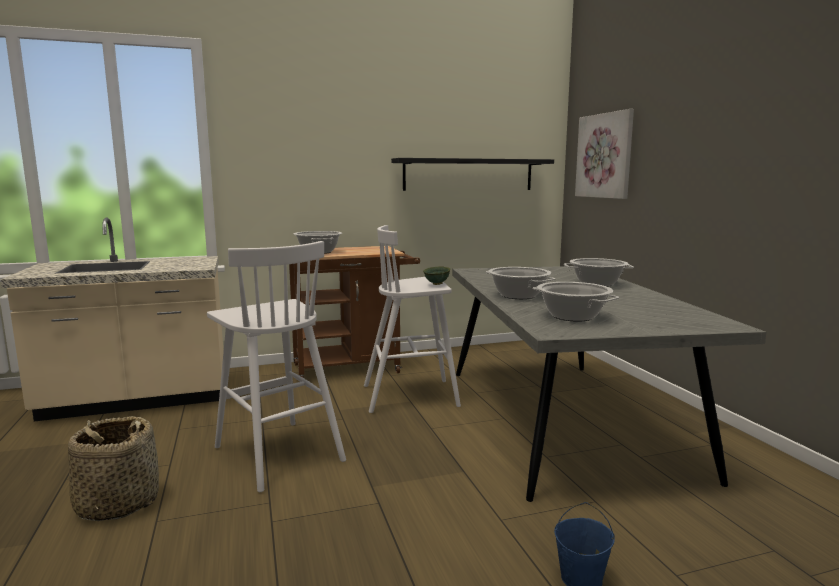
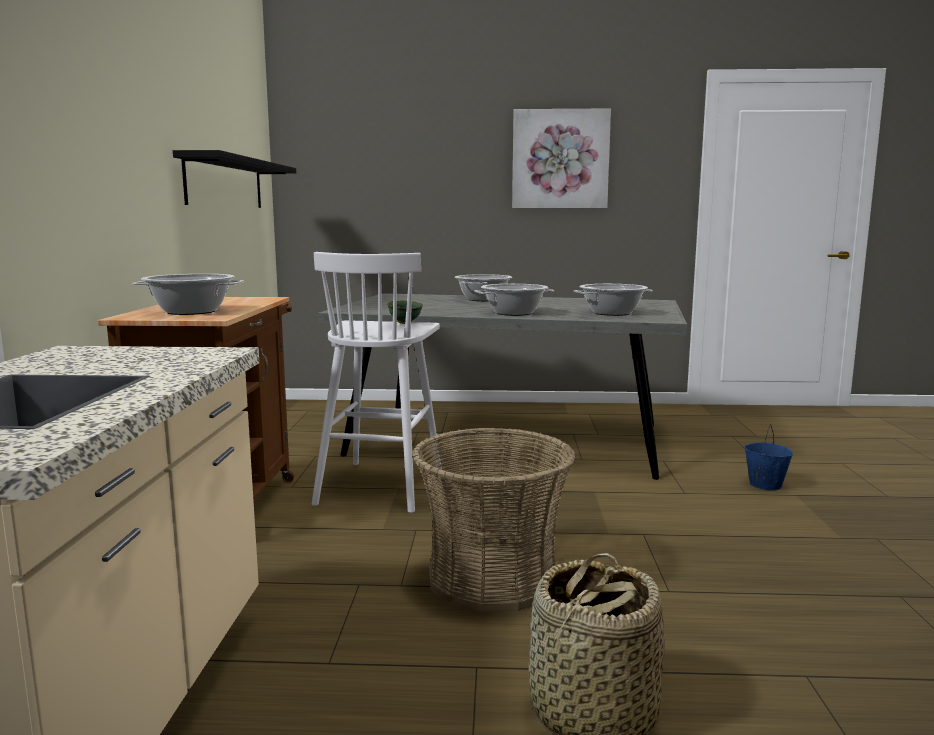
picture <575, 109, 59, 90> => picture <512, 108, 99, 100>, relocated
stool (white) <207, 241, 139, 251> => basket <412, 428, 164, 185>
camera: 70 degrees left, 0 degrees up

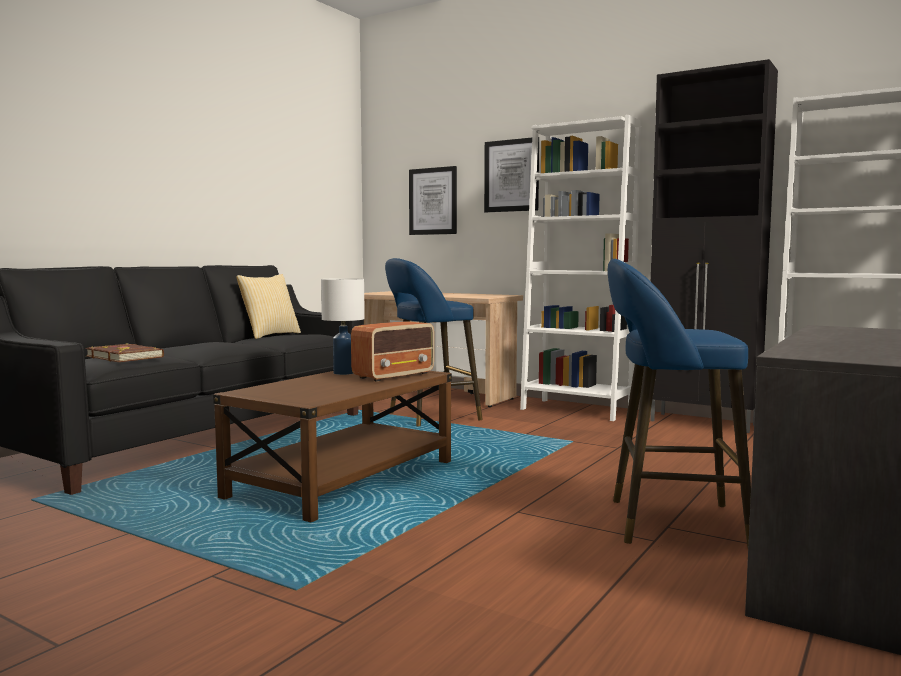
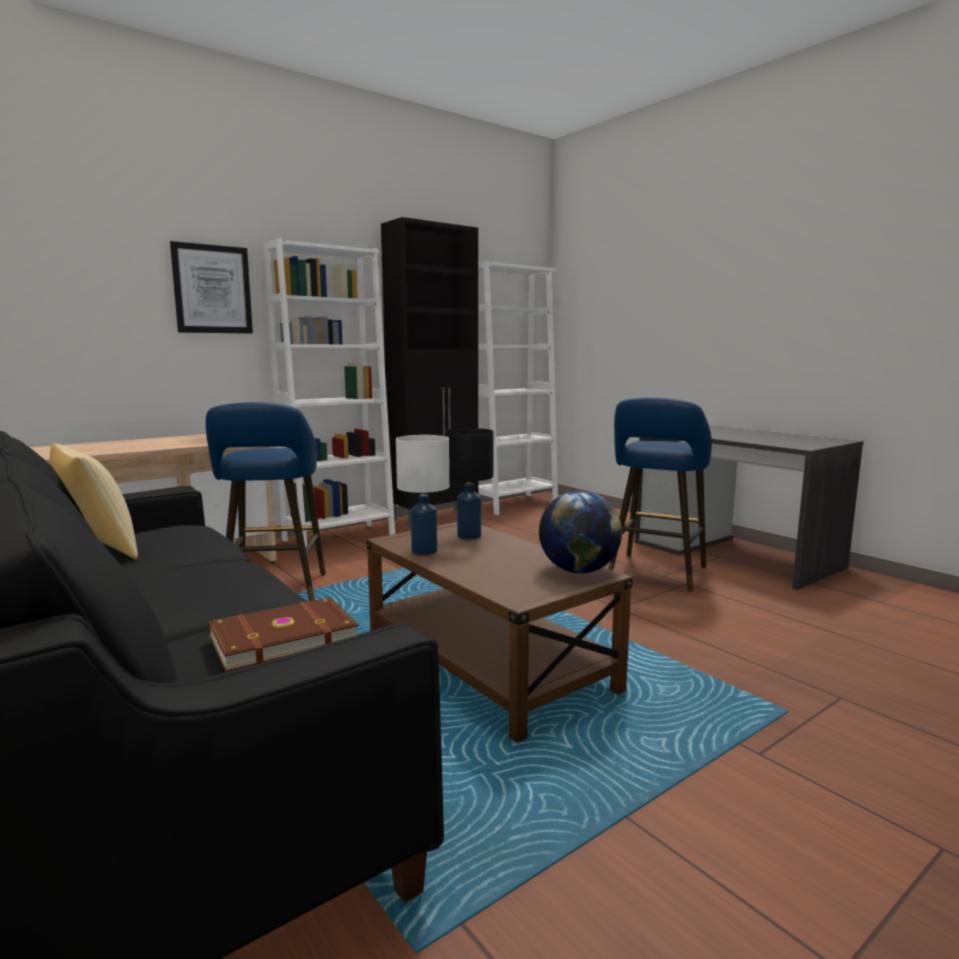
picture <409, 166, 48, 69> => nothing
nothing => globe <539, 491, 83, 82>
radio <351, 321, 83, 61> => table lamp (black) <445, 428, 49, 112>
camera: 70 degrees left, 5 degrees up

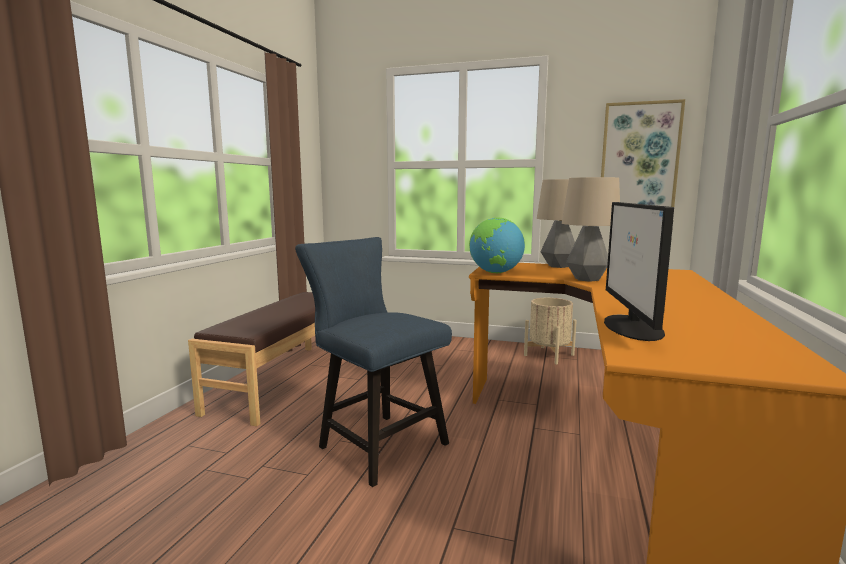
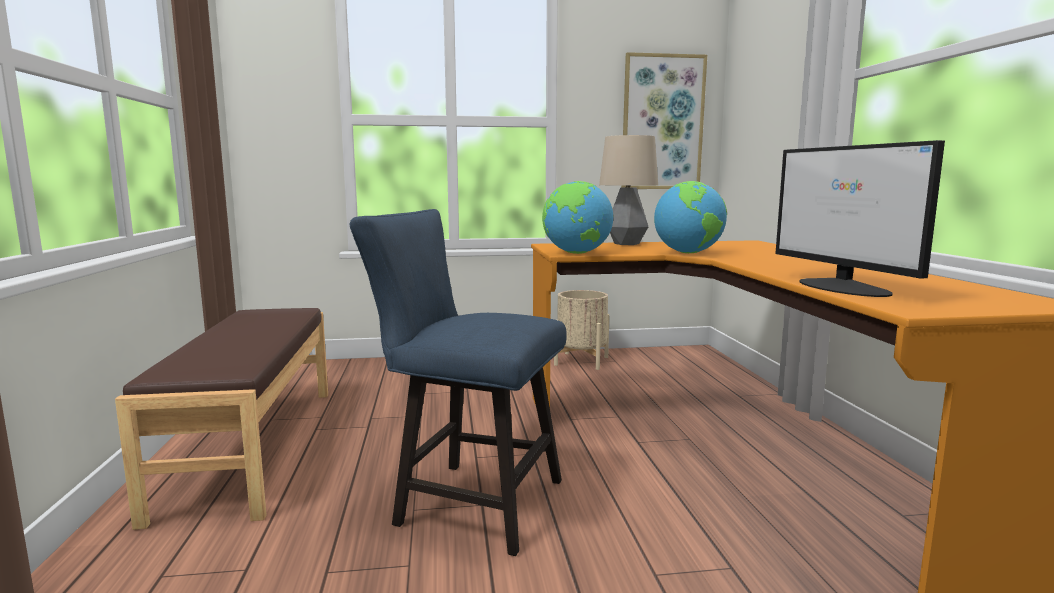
table lamp <562, 177, 58, 105> => globe <654, 181, 73, 72>
camera: 25 degrees left, 0 degrees up

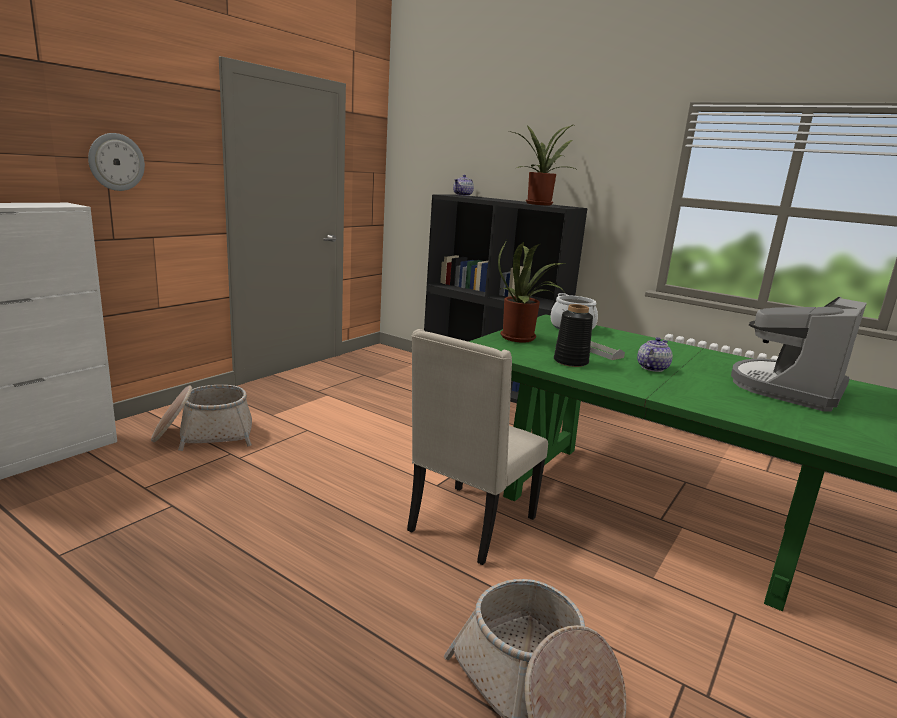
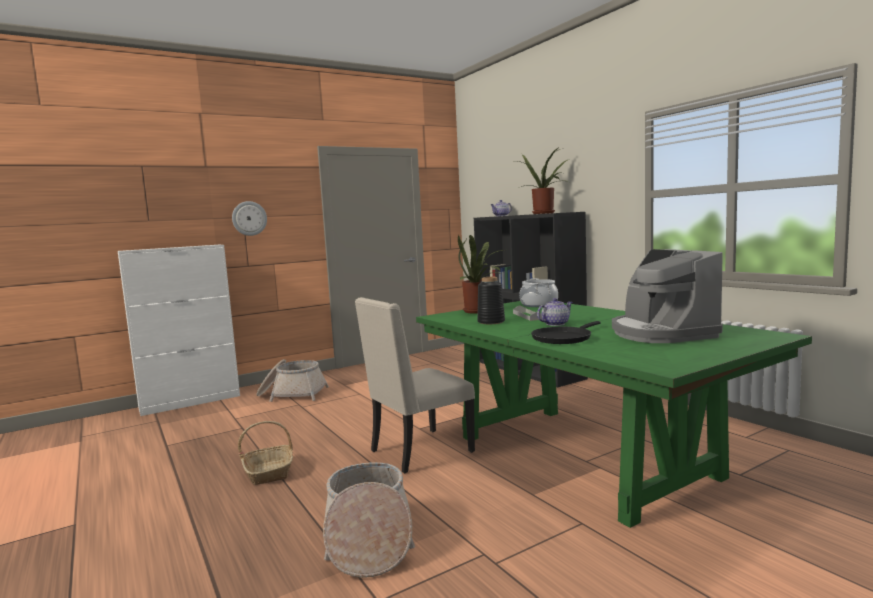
nothing => basket <238, 421, 55, 64>
nothing => frying pan (black) <531, 321, 69, 23>
coffee machine <731, 297, 136, 115> => coffee machine <612, 249, 111, 94>, 75 degrees counterclockwise
camera: 25 degrees right, 10 degrees down

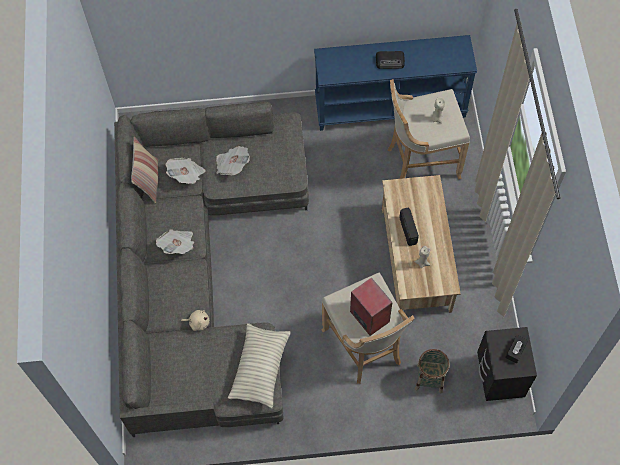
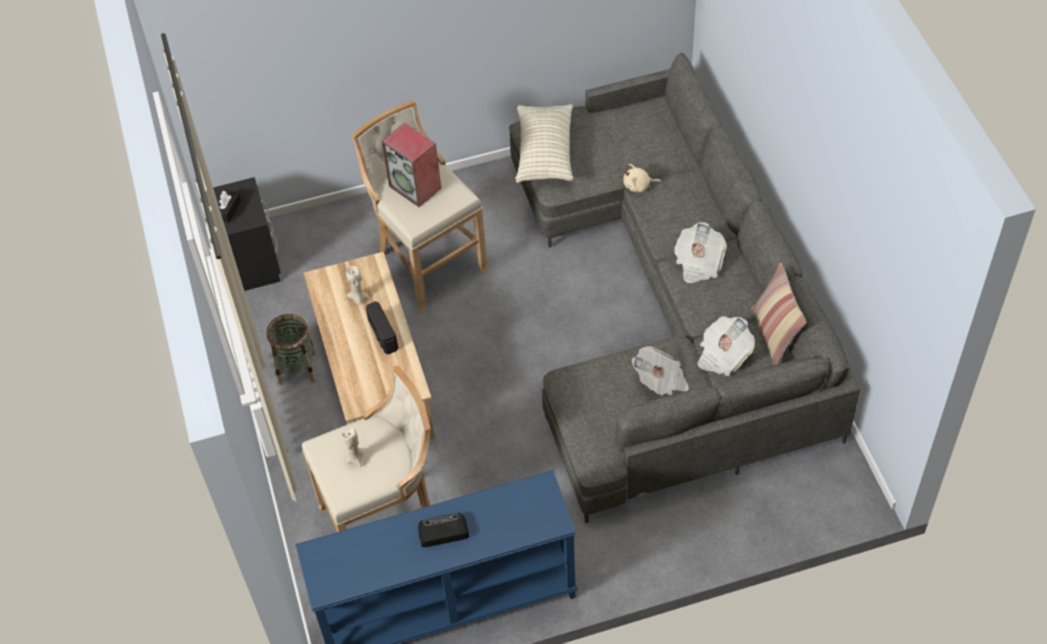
basket <415, 349, 35, 45> => basket <266, 314, 50, 71>, relocated
camera: 170 degrees right, 10 degrees down

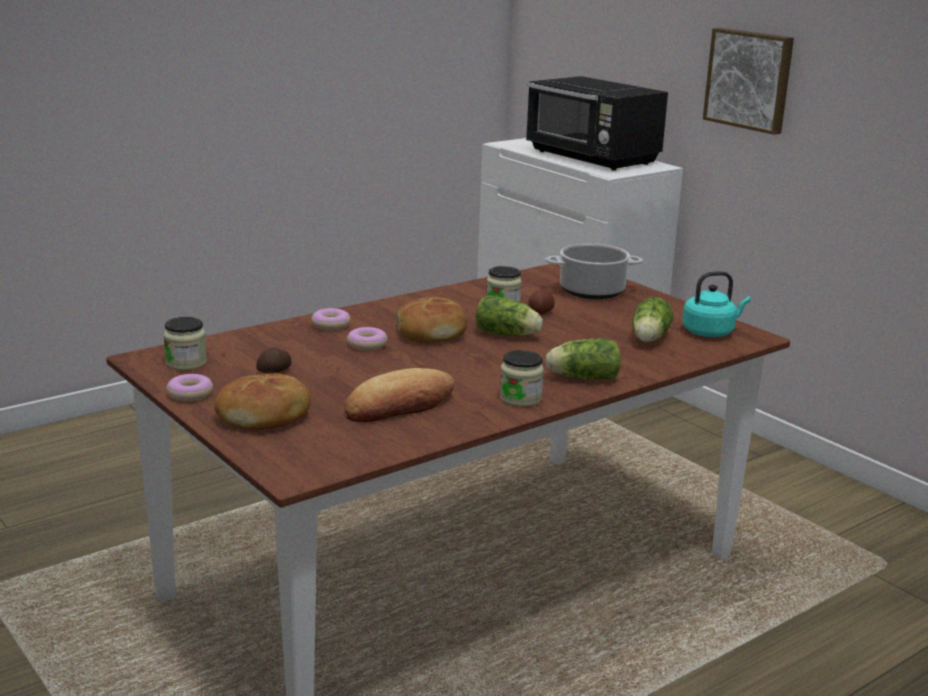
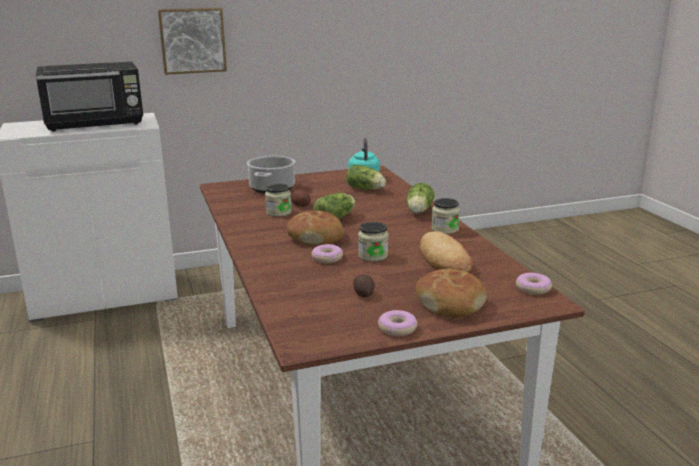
jar <163, 317, 44, 53> => jar <358, 222, 30, 40>, relocated
donut <312, 308, 39, 22> => donut <516, 273, 36, 22>, relocated
camera: 70 degrees left, 0 degrees up

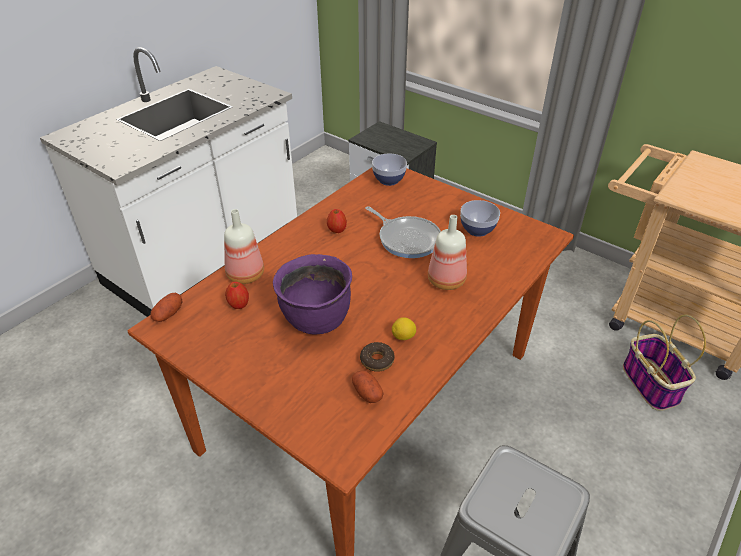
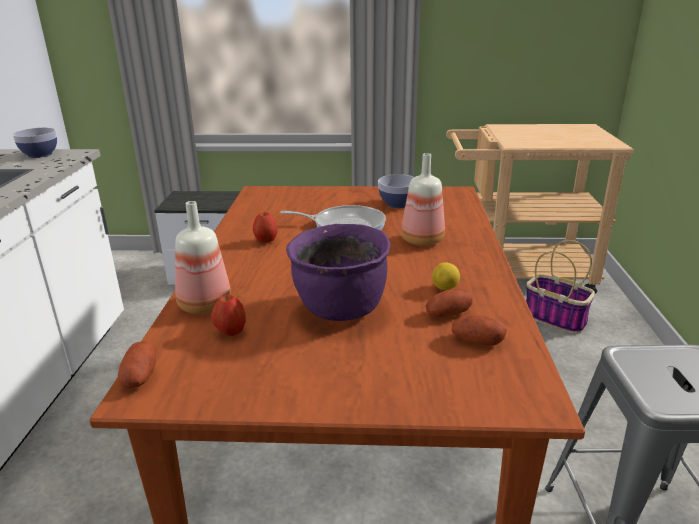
bowl <372, 154, 35, 32> => bowl <12, 127, 45, 31>, relocated
donut <360, 342, 35, 30> => potato <425, 288, 48, 29>
camera: 35 degrees left, 15 degrees down

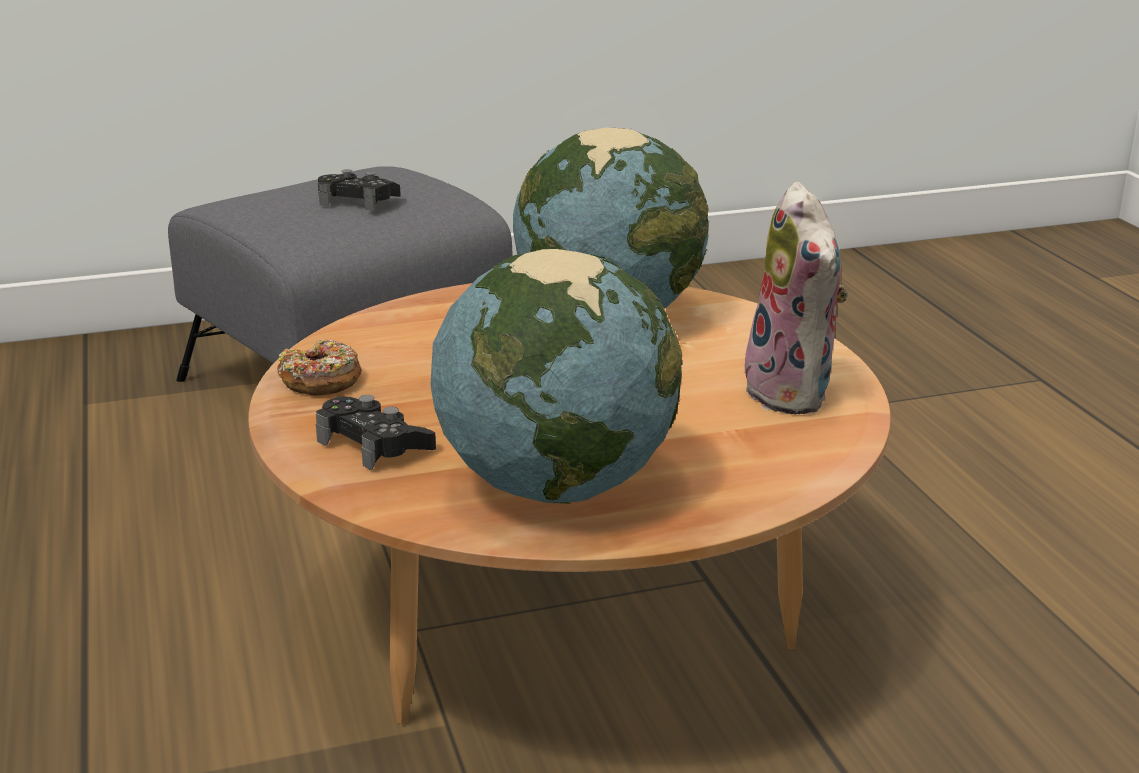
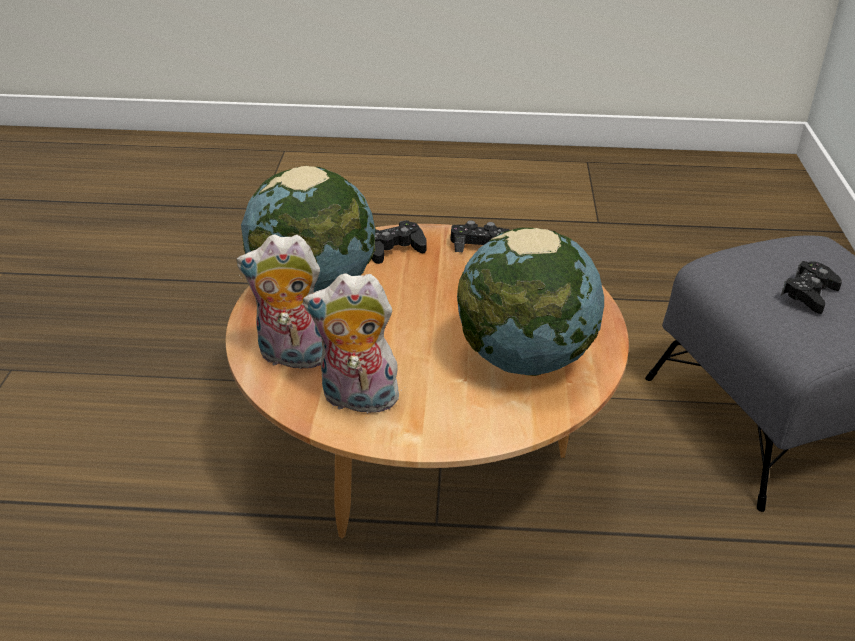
nothing => plush toy <236, 234, 87, 139>
donut <277, 340, 85, 55> => game controller (black) <450, 220, 60, 32>
camera: 110 degrees right, 10 degrees up

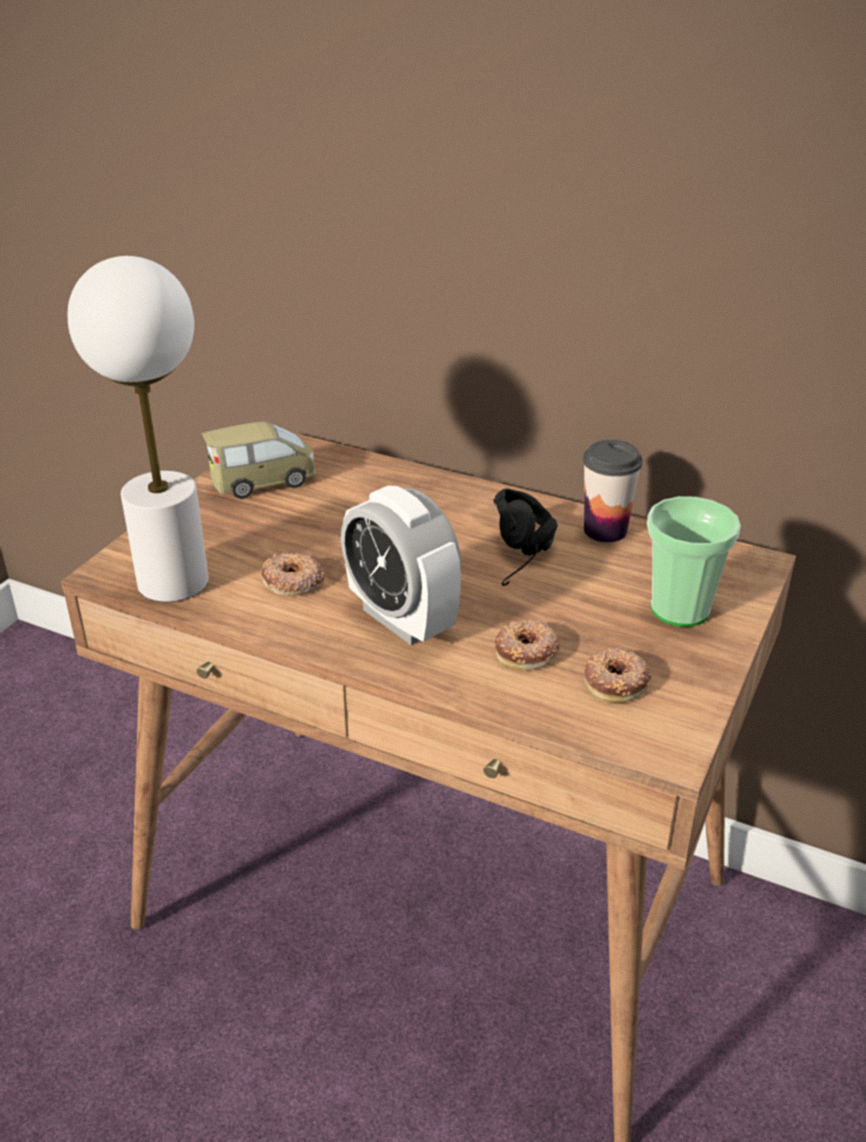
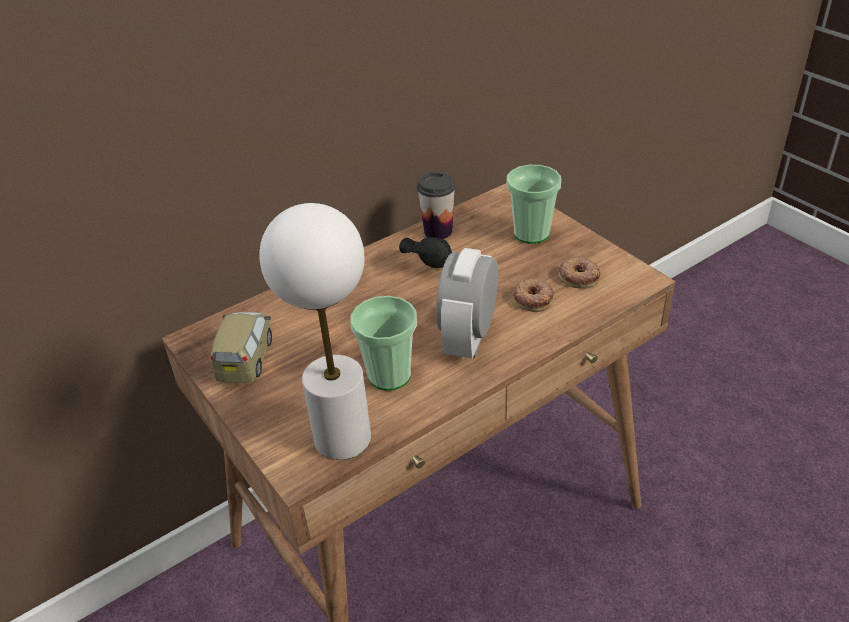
donut <261, 552, 63, 44> => cup <350, 296, 67, 95>
alarm clock <341, 486, 121, 159> => alarm clock <436, 248, 62, 110>, 120 degrees clockwise
camera: 60 degrees left, 5 degrees up

